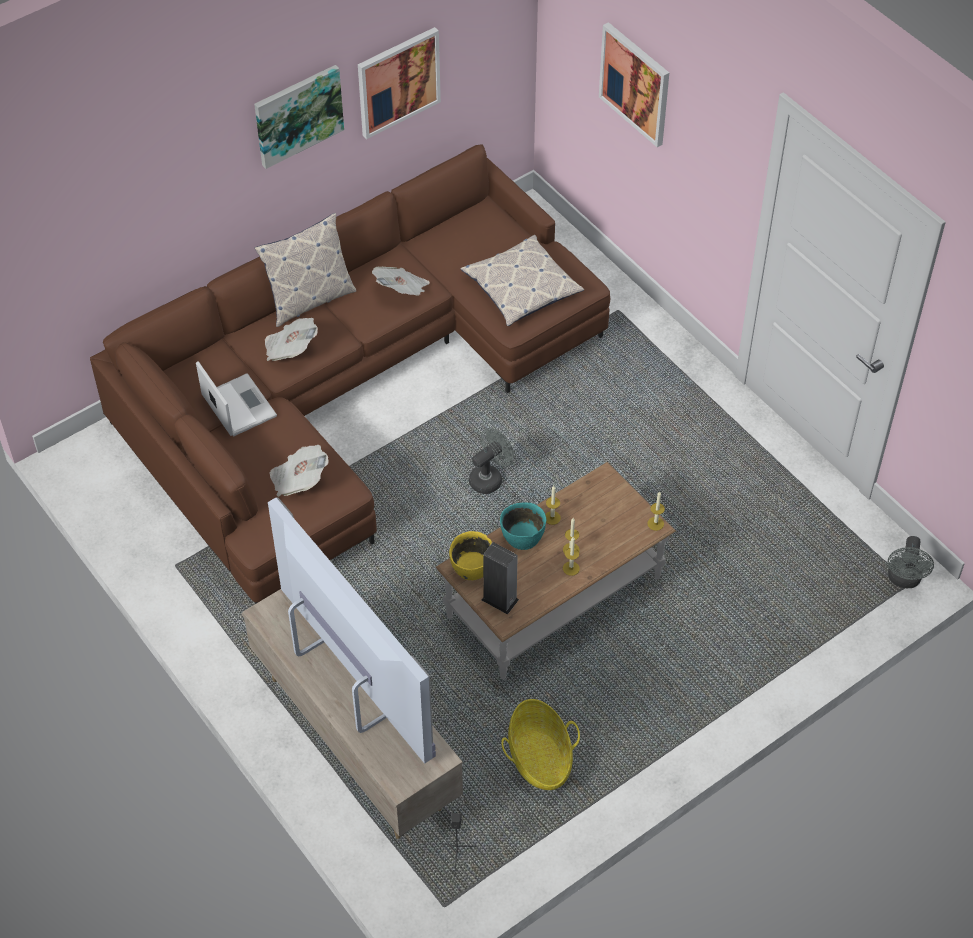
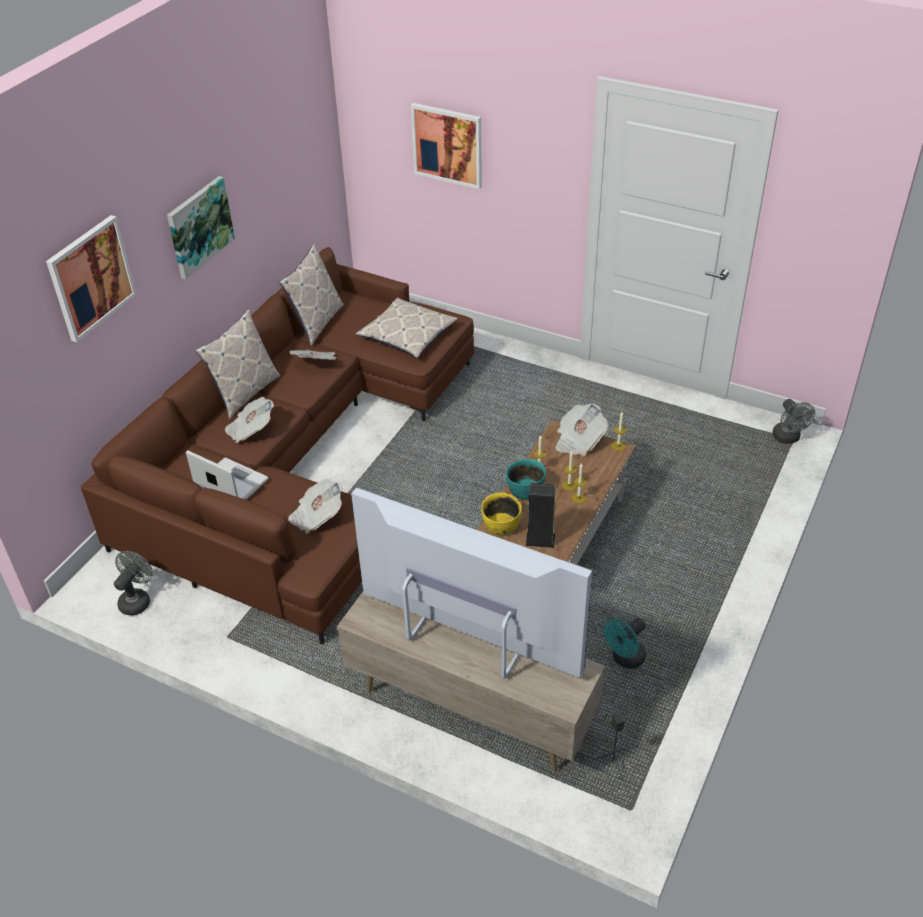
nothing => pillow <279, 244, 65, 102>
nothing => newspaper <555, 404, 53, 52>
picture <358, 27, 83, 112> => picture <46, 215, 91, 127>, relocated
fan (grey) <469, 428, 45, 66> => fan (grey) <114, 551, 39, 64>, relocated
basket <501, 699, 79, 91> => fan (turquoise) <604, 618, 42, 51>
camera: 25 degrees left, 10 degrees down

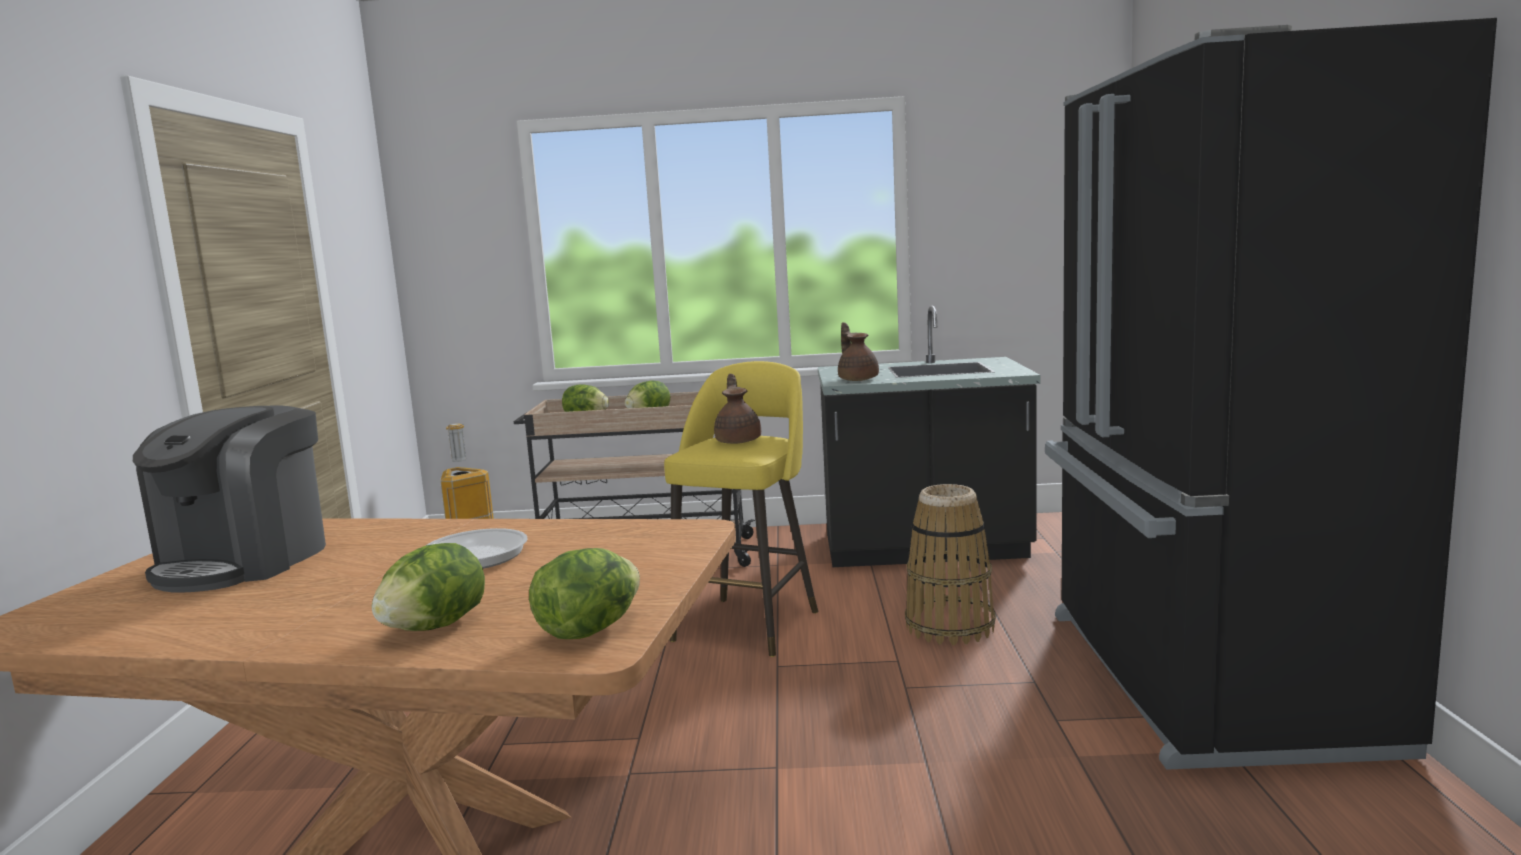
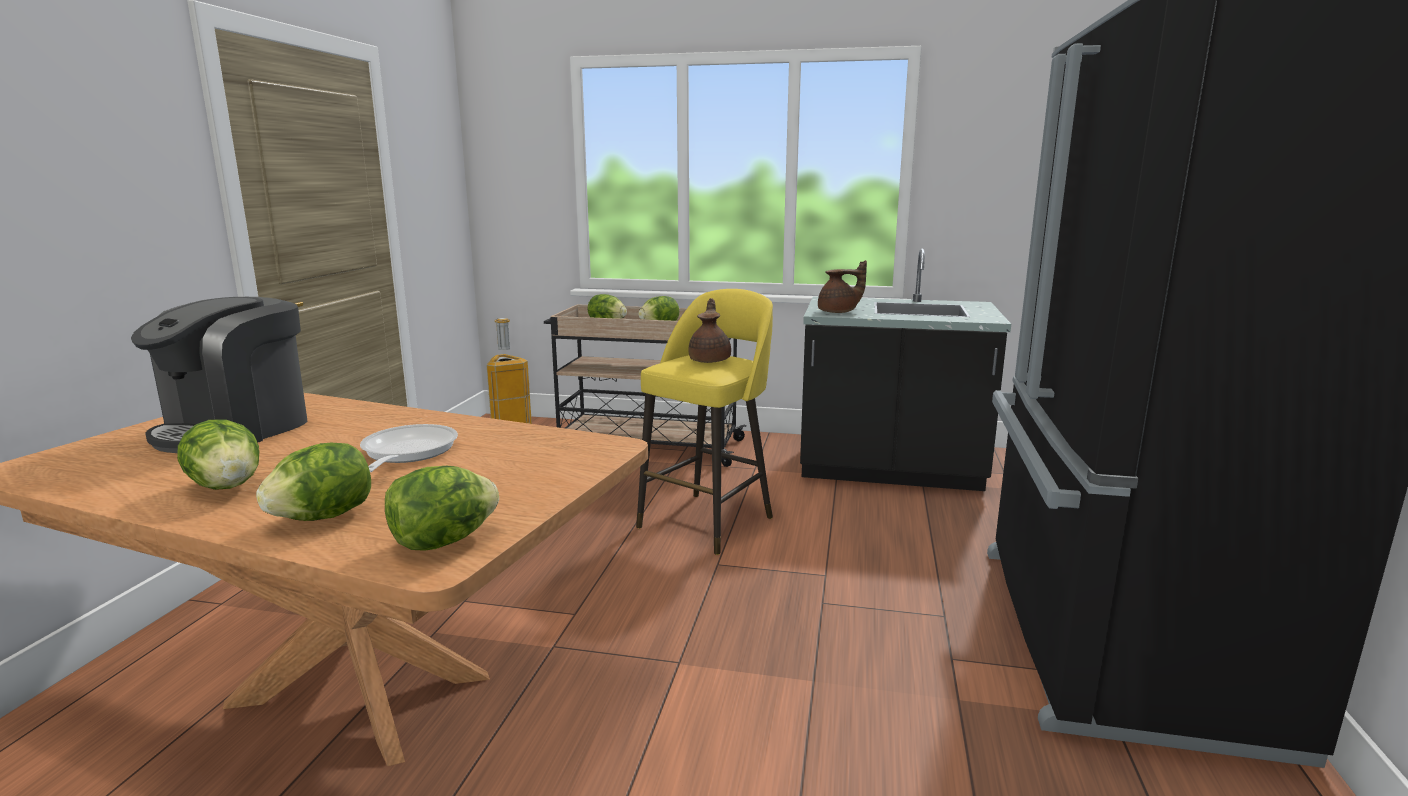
basket <905, 484, 91, 161> => nothing
nothing => lettuce <177, 419, 82, 71>
teapot (brown) <838, 322, 41, 59> => teapot (brown) <818, 260, 49, 53>, 90 degrees clockwise
camera: 10 degrees right, 5 degrees up

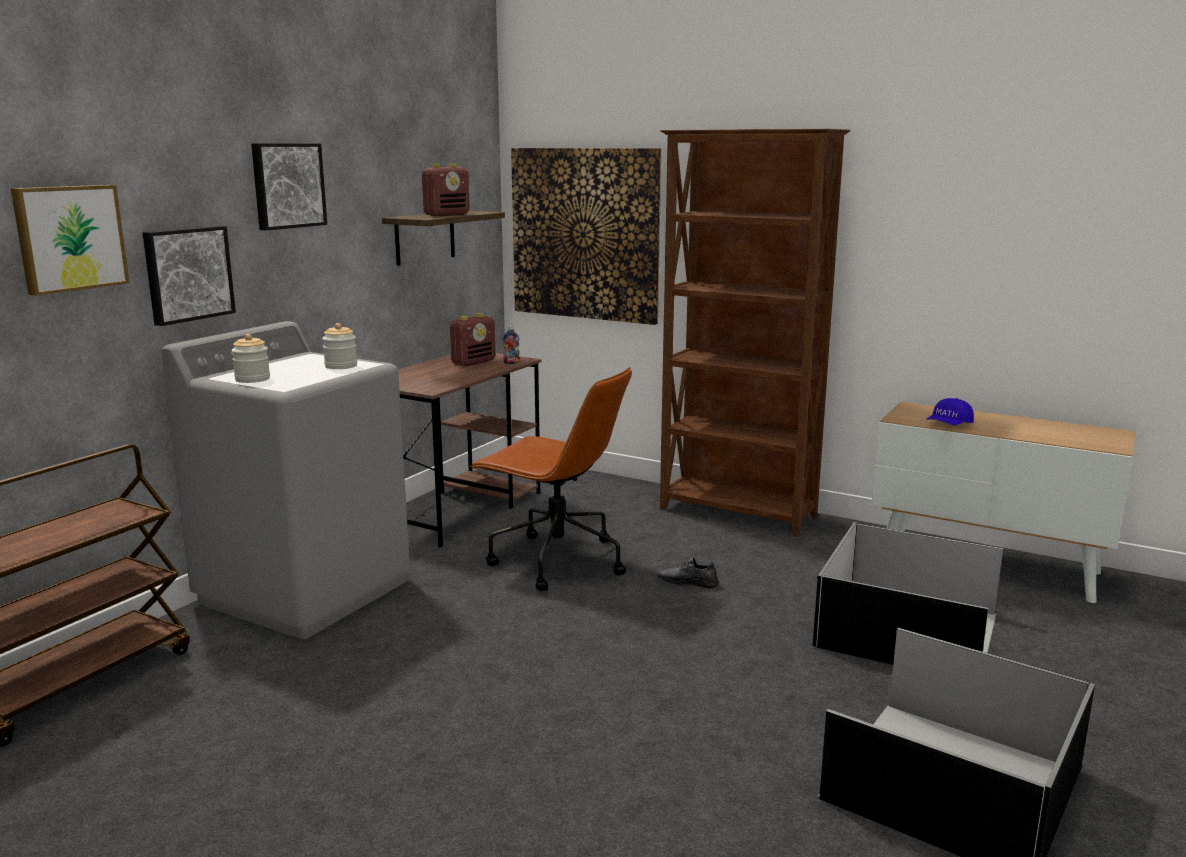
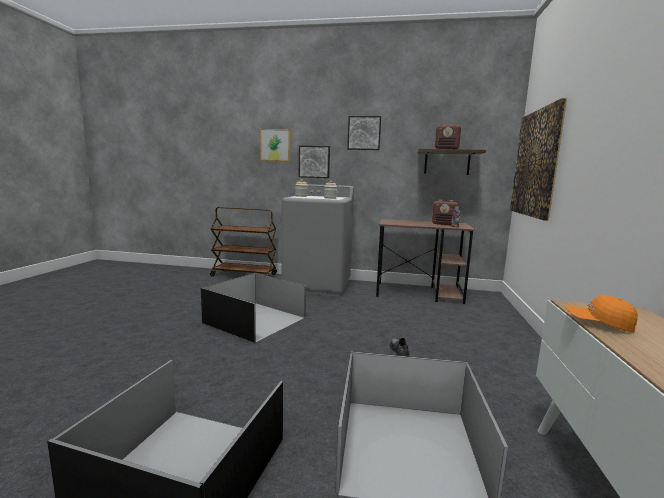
office chair (brown) <469, 367, 163, 224> => nothing
bookcase (brown) <660, 129, 190, 408> => nothing
nothing => storage box (black) <201, 273, 105, 70>
cap (blue) <926, 398, 48, 27> => cap (orange) <565, 295, 73, 38>
camera: 70 degrees right, 5 degrees down

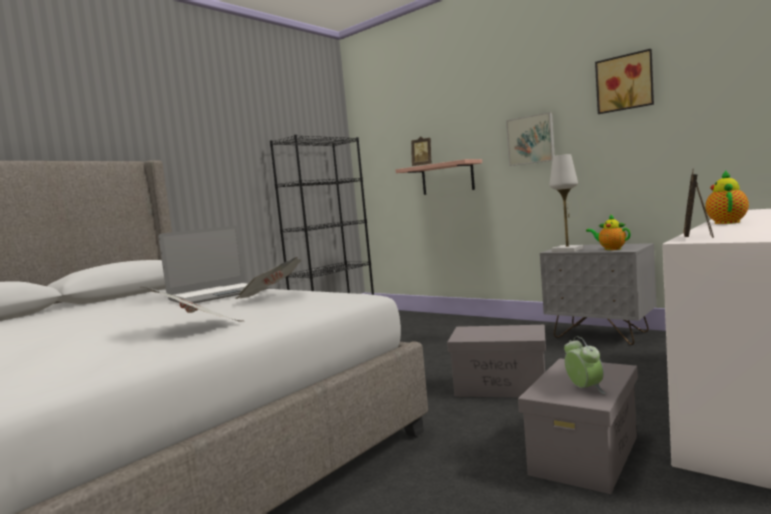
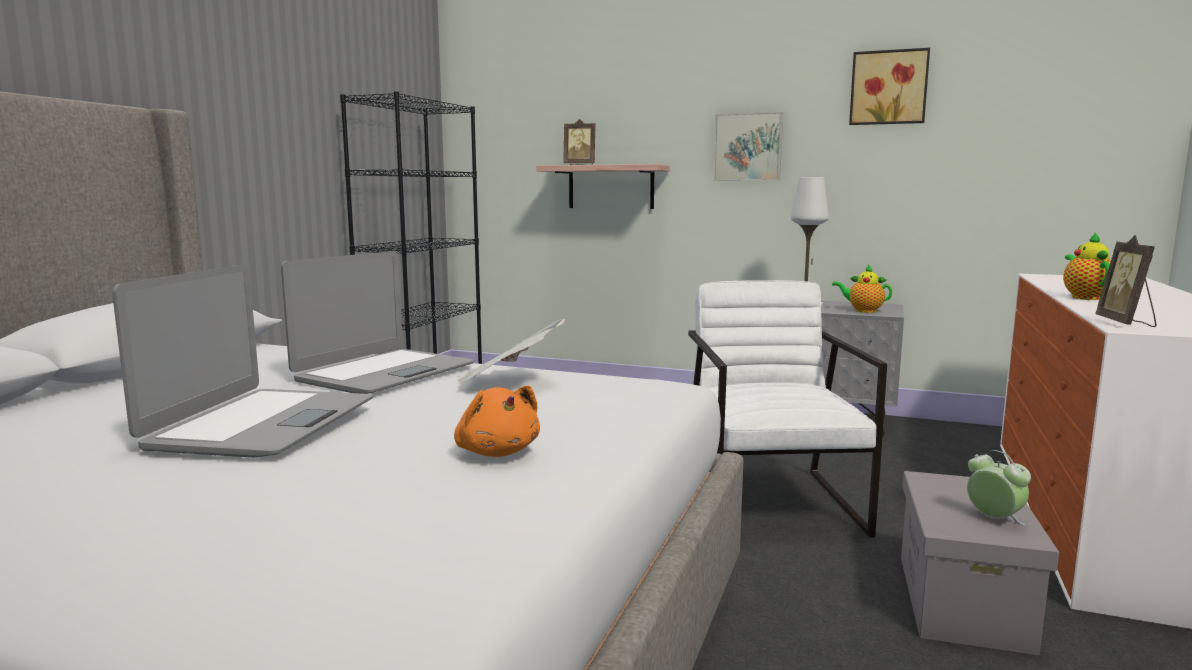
nothing => laptop <112, 264, 261, 194>
newspaper <141, 287, 100, 34> => plush toy (orange) <454, 385, 86, 72>
storage box (grey) <447, 325, 99, 72> => armchair (white) <688, 280, 199, 257>
camera: 20 degrees left, 5 degrees up

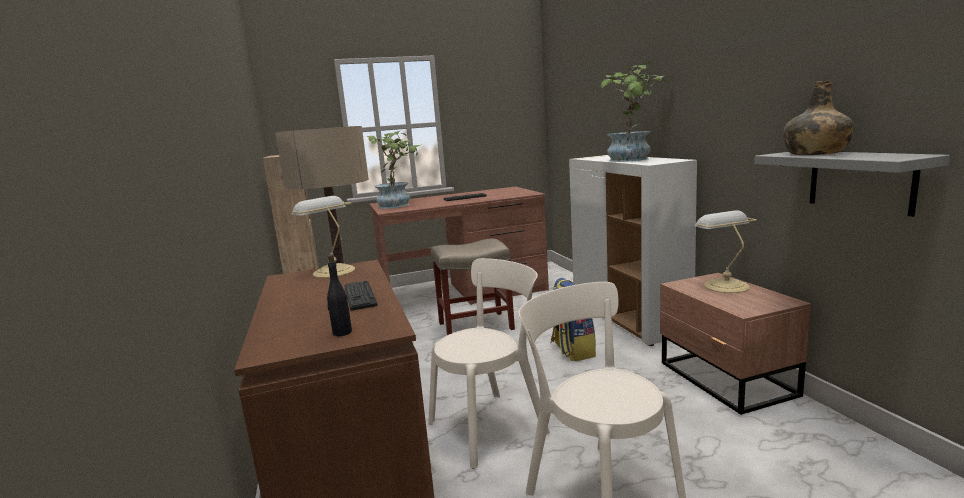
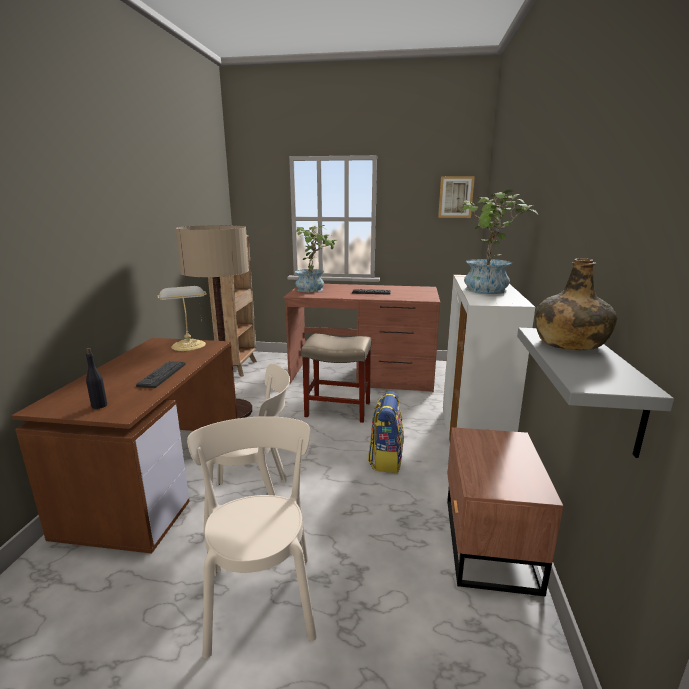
table lamp <695, 210, 62, 83> => nothing
nothing => picture <438, 176, 37, 42>
camera: 25 degrees right, 5 degrees up

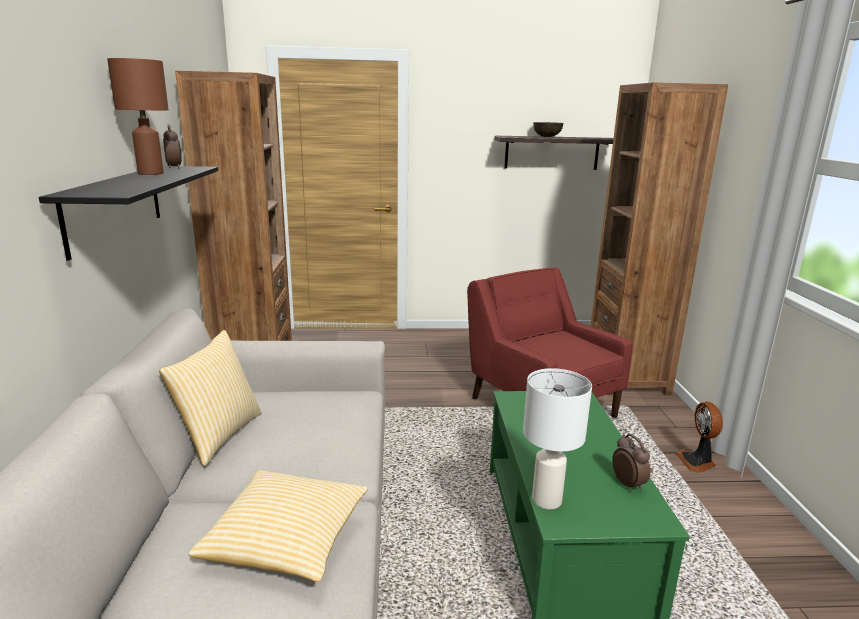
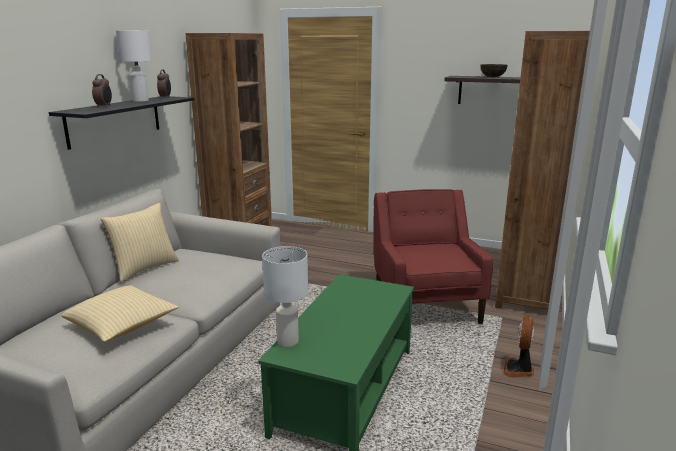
alarm clock <612, 434, 39, 57> => alarm clock <92, 74, 20, 34>, relocated
table lamp (brown) <107, 58, 62, 117> => table lamp (white) <116, 30, 36, 72>
camera: 25 degrees right, 0 degrees up

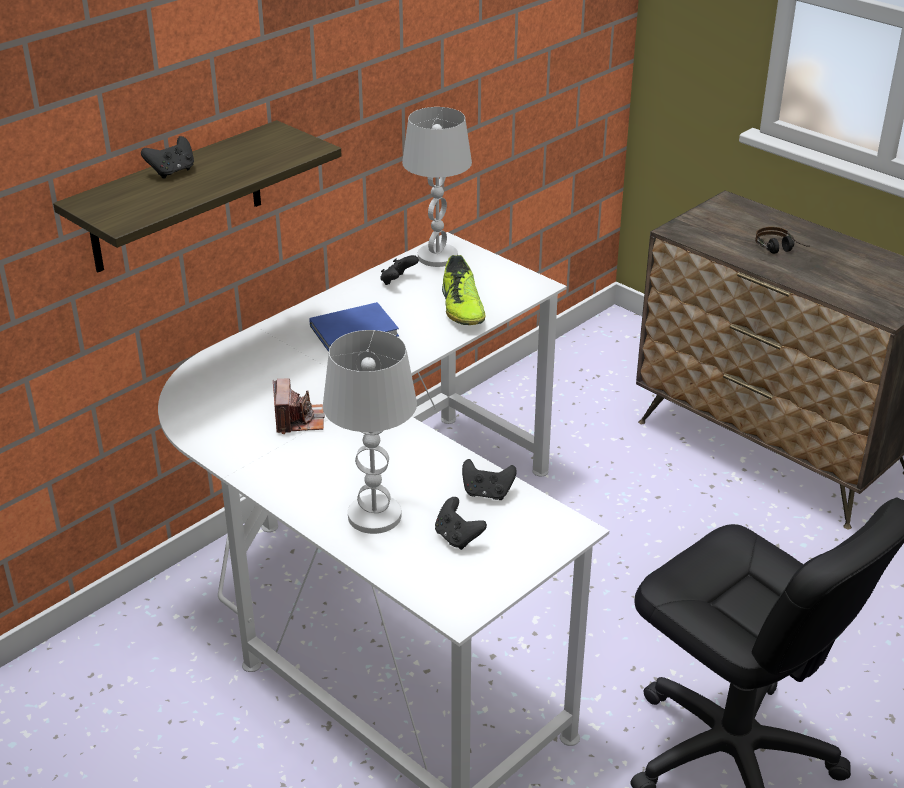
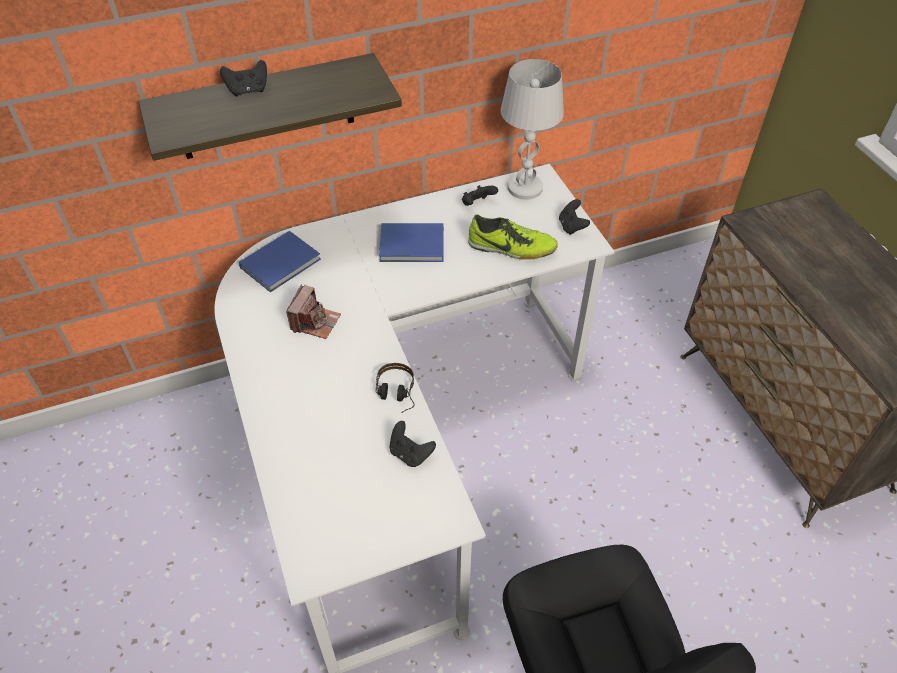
table lamp (white) <323, 330, 94, 204> => nothing
nothing => book (blue) <239, 231, 82, 61>
game controller (black) <435, 497, 52, 53> => game controller (black) <559, 199, 31, 36>, relocated
headphones <755, 227, 55, 27> => headphones <376, 363, 39, 50>, relocated
shoe <442, 255, 43, 70> => shoe <468, 214, 90, 46>, 90 degrees counterclockwise
camera: 25 degrees right, 15 degrees up

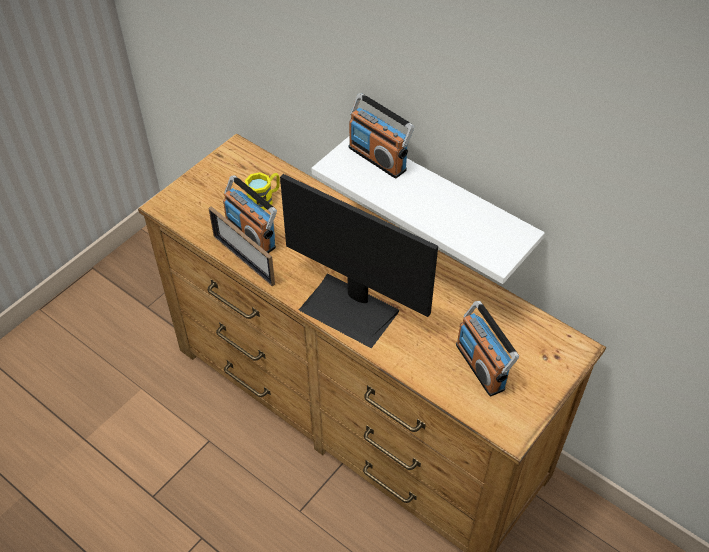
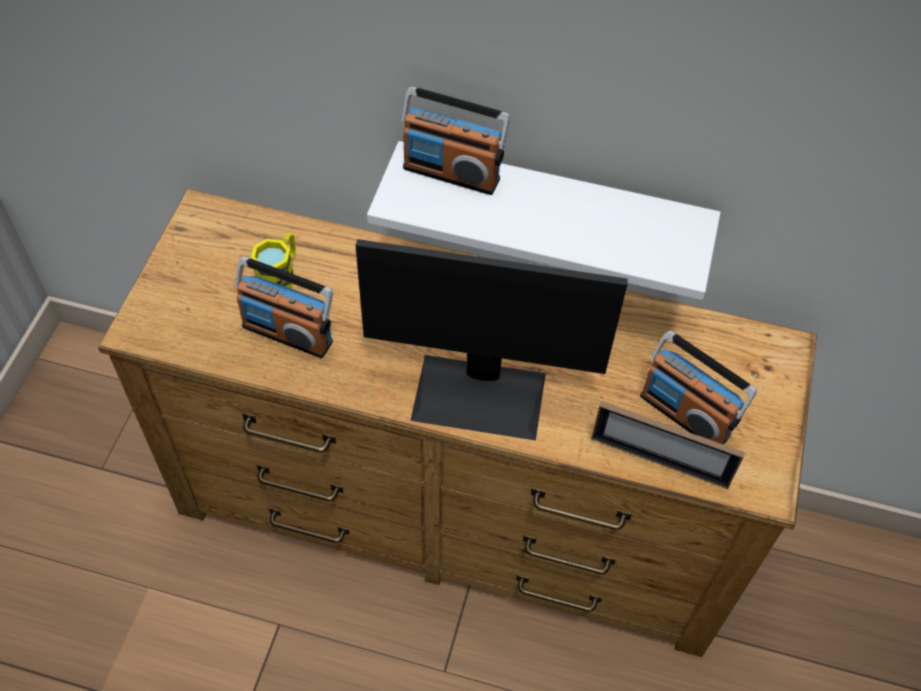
picture frame <209, 206, 66, 80> => picture frame <591, 401, 154, 88>, relocated
camera: 25 degrees left, 5 degrees up

